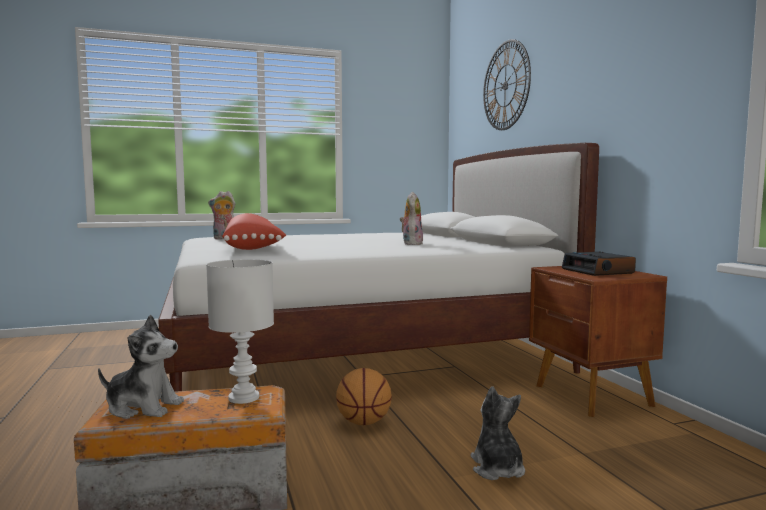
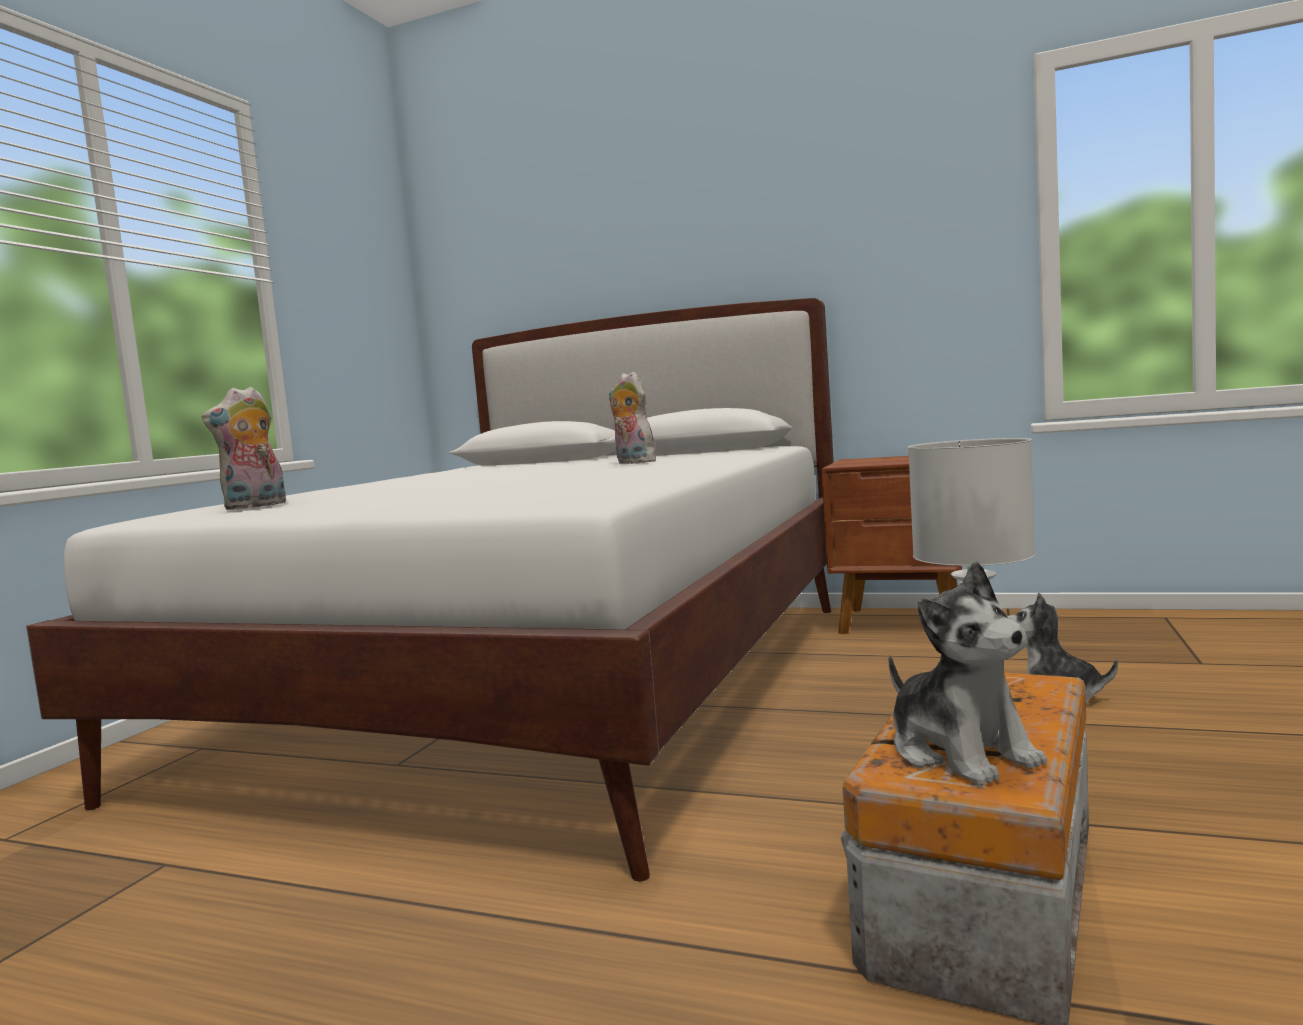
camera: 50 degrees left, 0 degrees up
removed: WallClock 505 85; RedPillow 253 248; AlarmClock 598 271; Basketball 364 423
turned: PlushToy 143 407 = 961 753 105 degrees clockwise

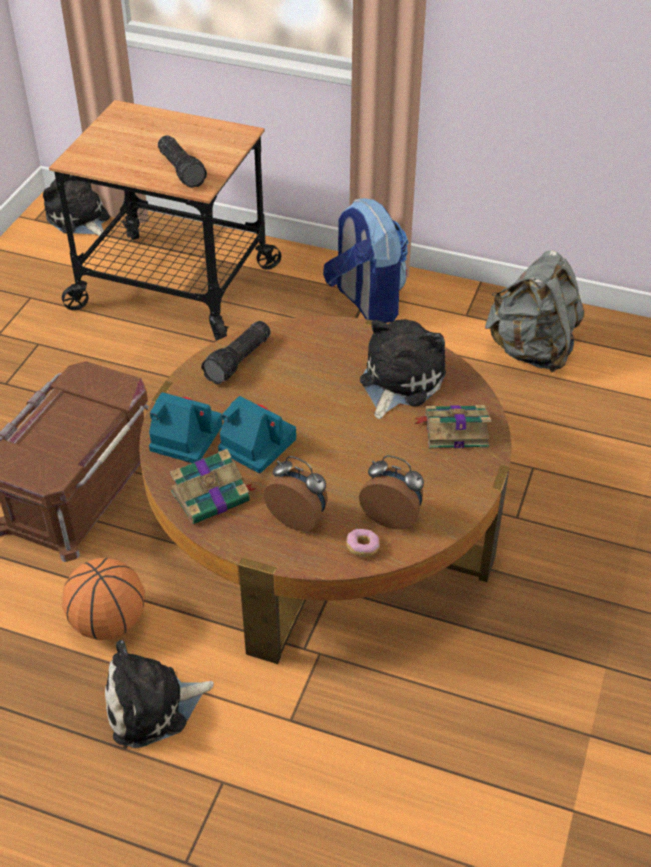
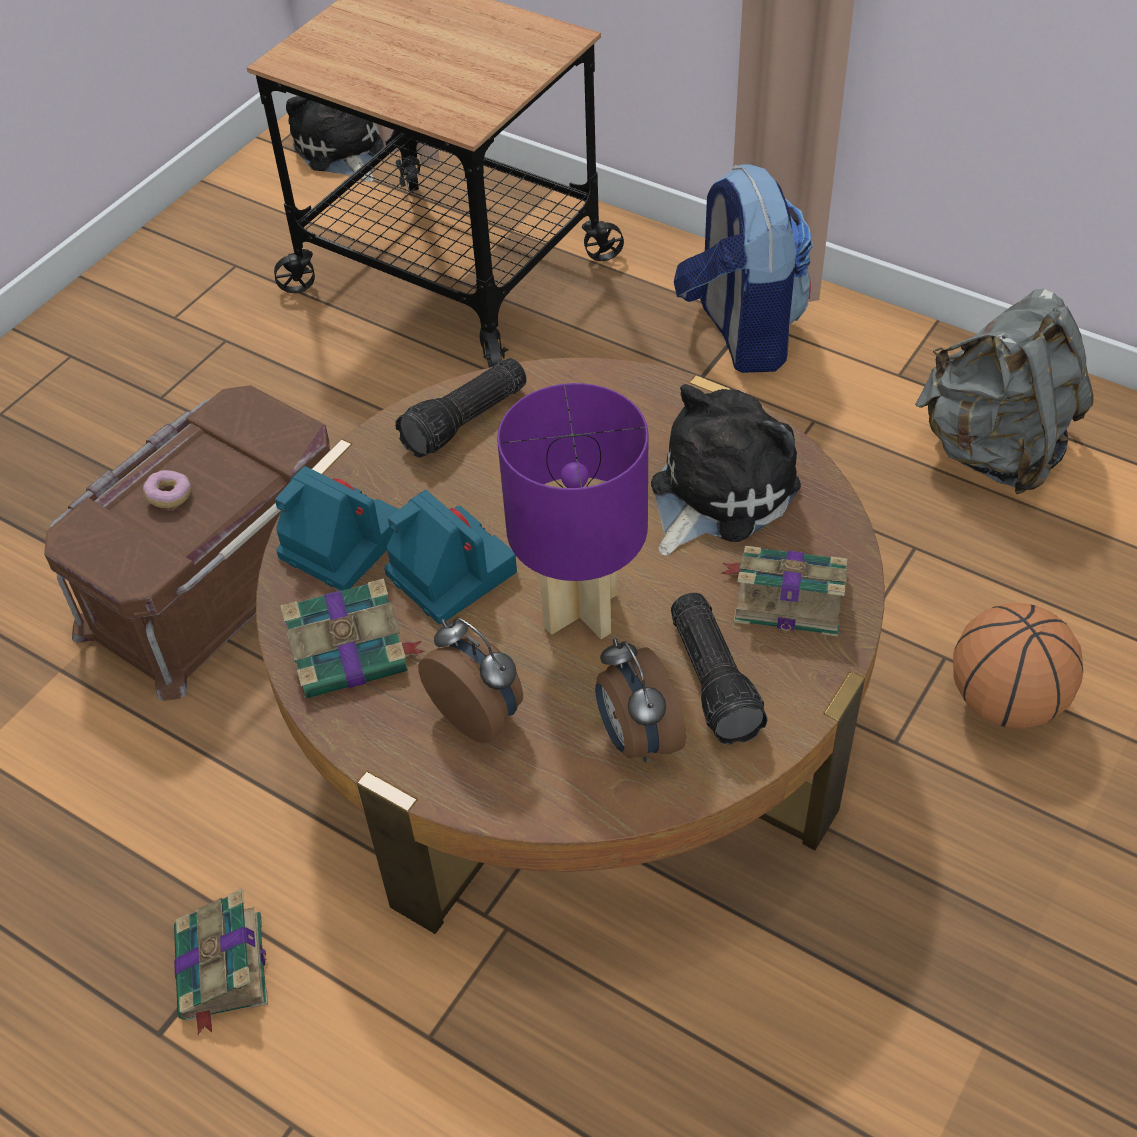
camera: 15 degrees right, 5 degrees up
added: PurpleTableLamp 581 609
moved: Flashlight 182 170 to 716 680; Donut 362 547 to 169 496; Basketball 109 623 to 1005 702
replaced: PlushToy 152 706 to Book 222 969
turned: AlarmClock 392 516 = 636 738 150 degrees counterclockwise

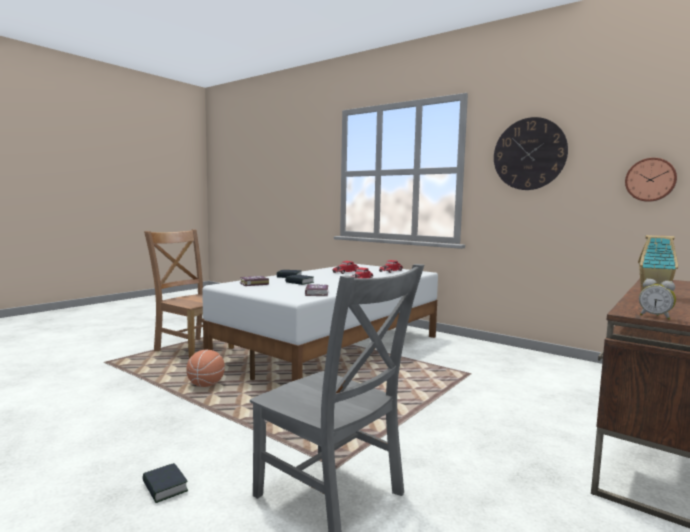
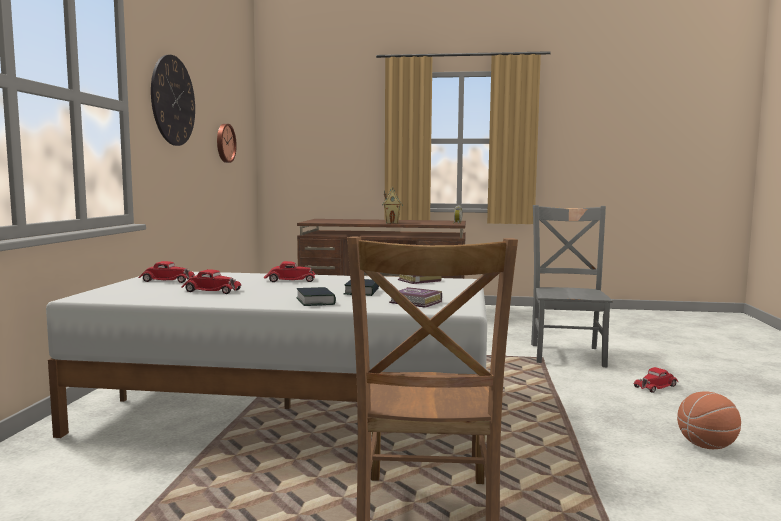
camera: 120 degrees left, 0 degrees up
moved: Basketball 206 385 to 706 446
replaced: Book 165 487 to RedToyCar 656 386

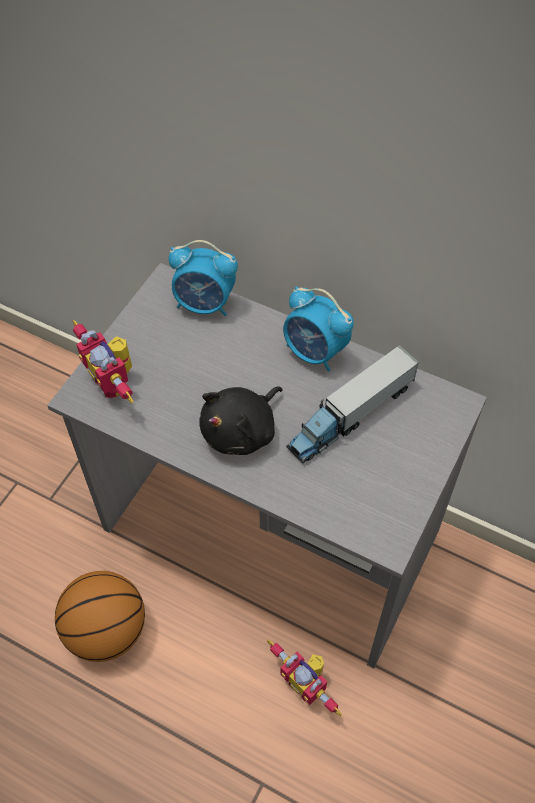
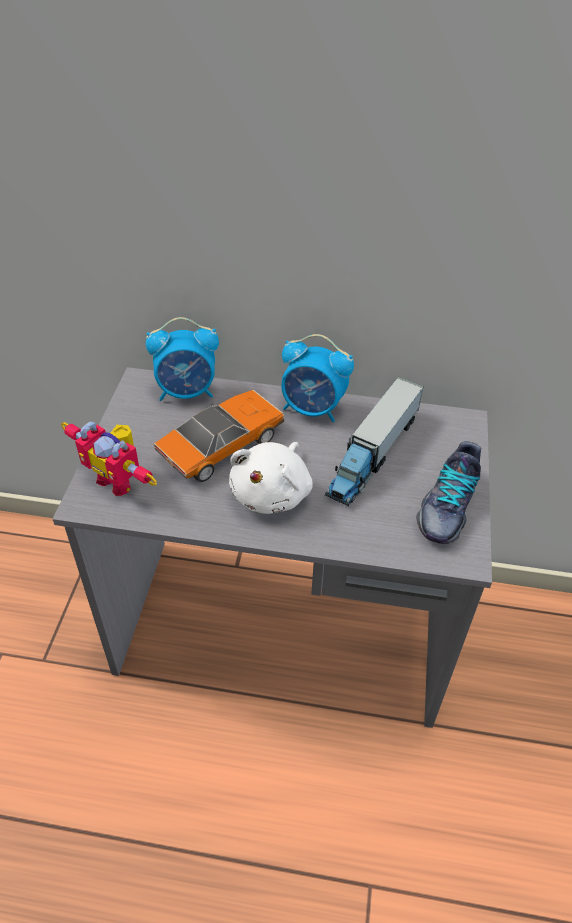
camera: 20 degrees left, 10 degrees down
removed: Basketball 106 630; ToyRobot 306 683
added: ToyCar 221 445; Shoe 446 505
recoloured: BlackPlushToy 242 431 to WhitePlushToy 272 493

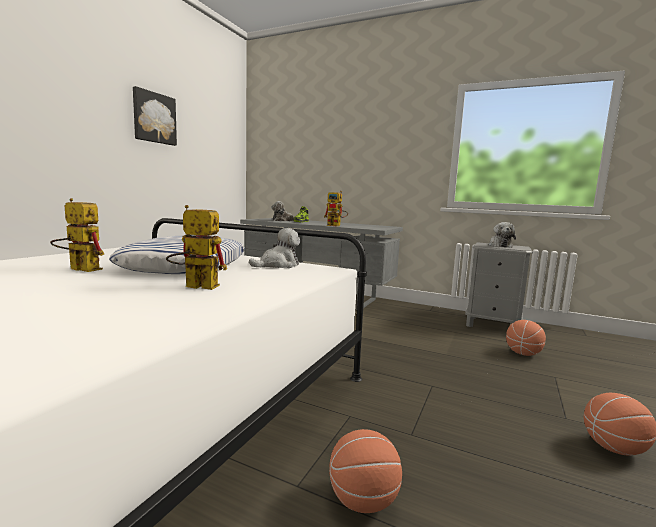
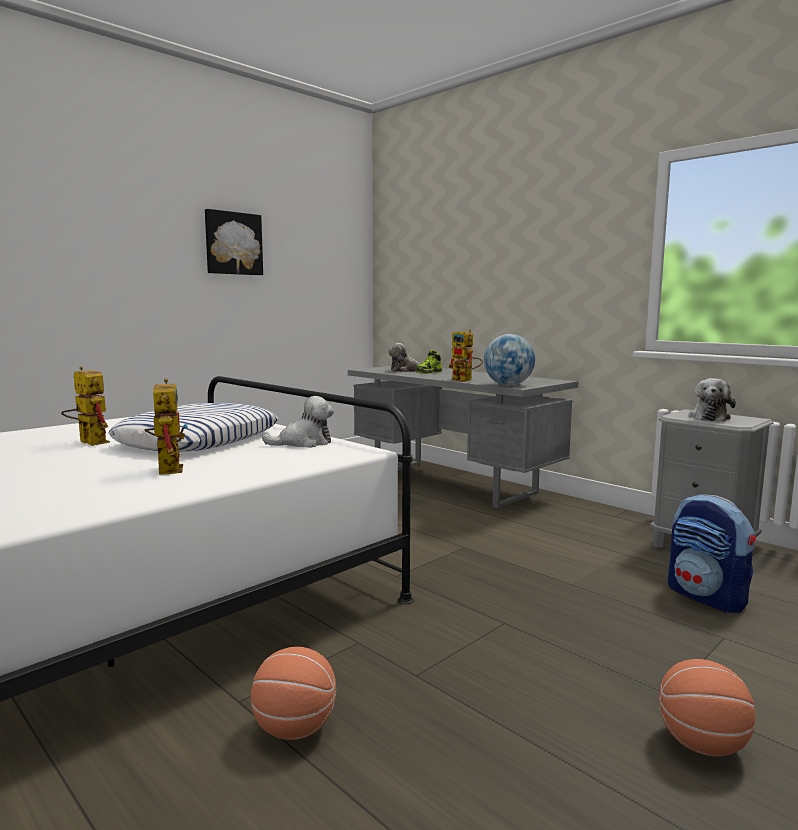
camera: 20 degrees right, 0 degrees up
added: Globe 508 385
replaced: Basketball 523 353 to Backpack 707 597
turned: ToyRobot 194 286 = 167 468 45 degrees clockwise

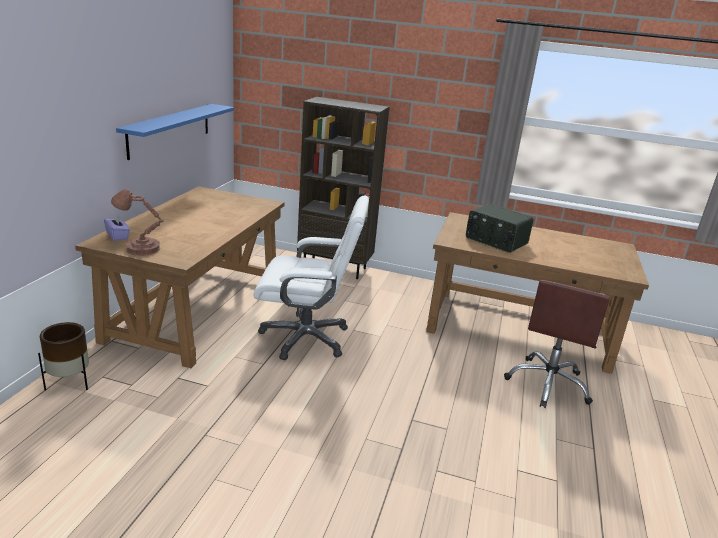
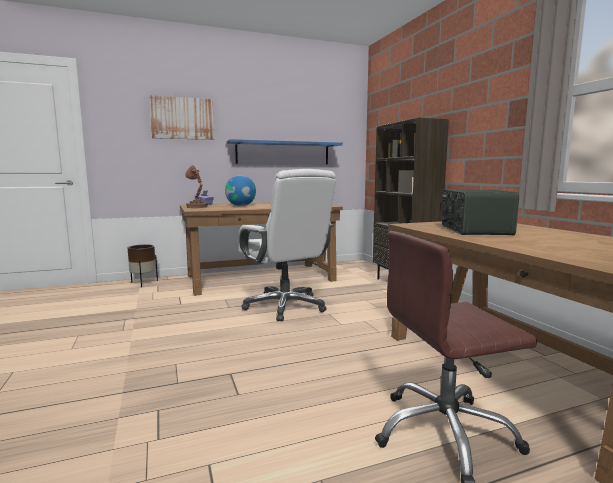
camera: 55 degrees right, 15 degrees down
added: Picture 182 118; Globe 241 205

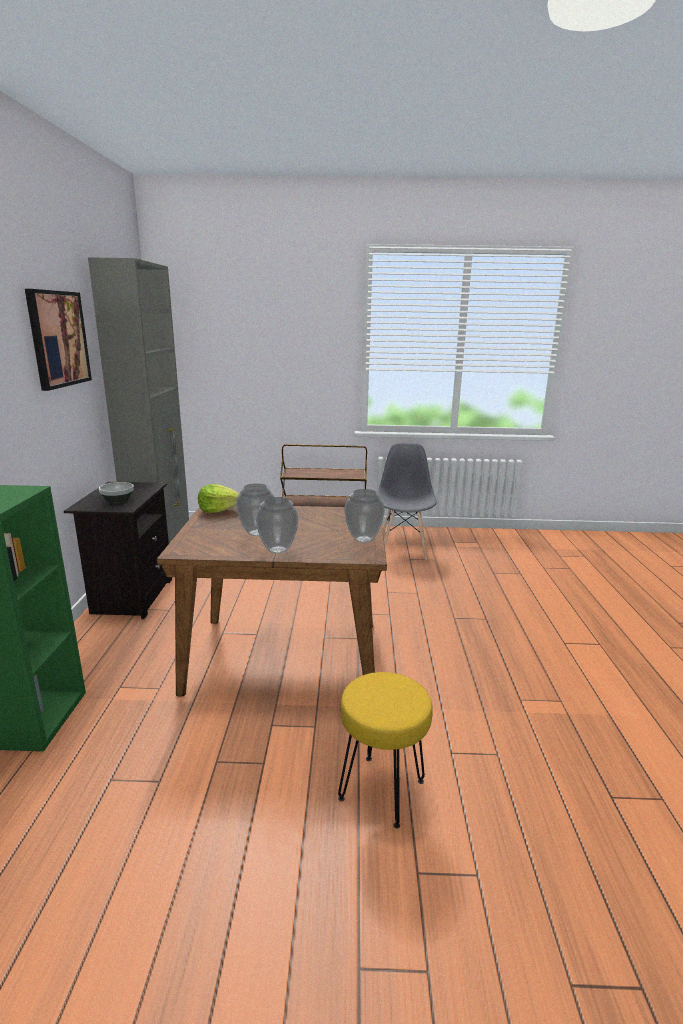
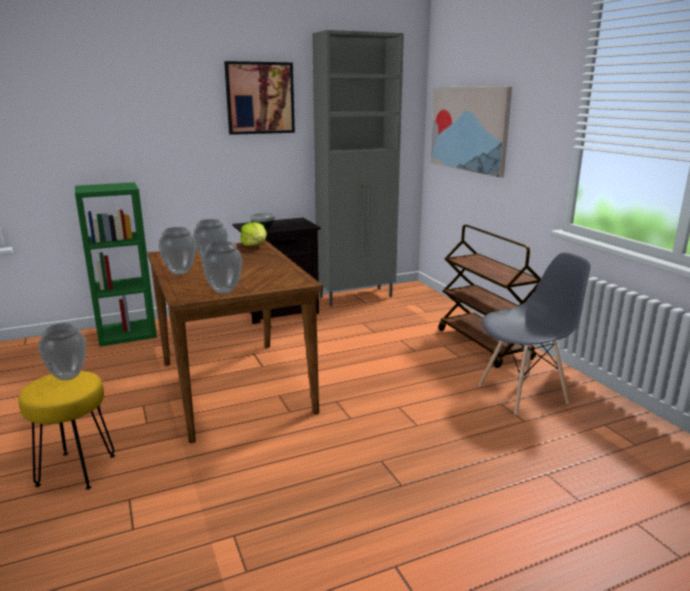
camera: 65 degrees right, 0 degrees up
added: Picture 469 129; Vase 69 376

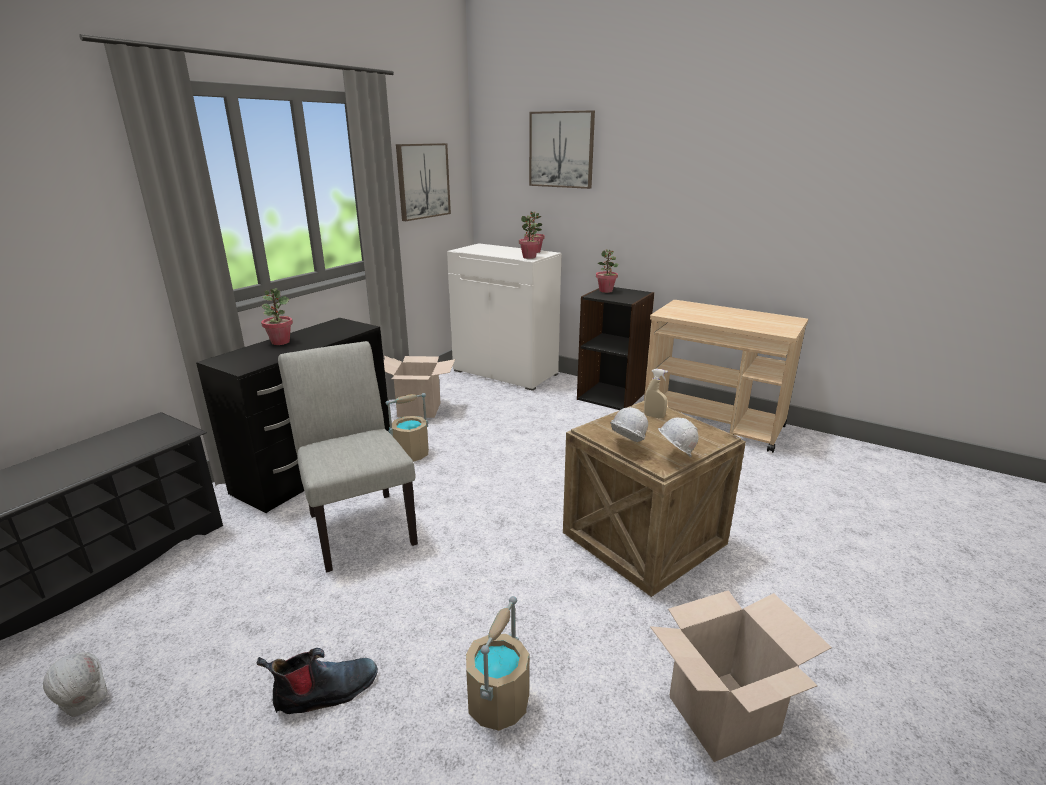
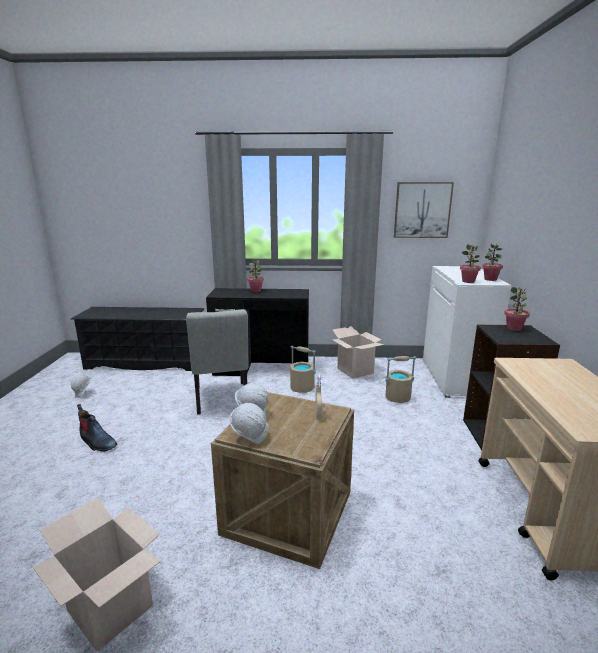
camera: 60 degrees right, 5 degrees down
removed: Picture 561 149
moved: BeigeBucket 498 703 to 397 398
turned: GreyChair 359 524 = 221 400 135 degrees clockwise

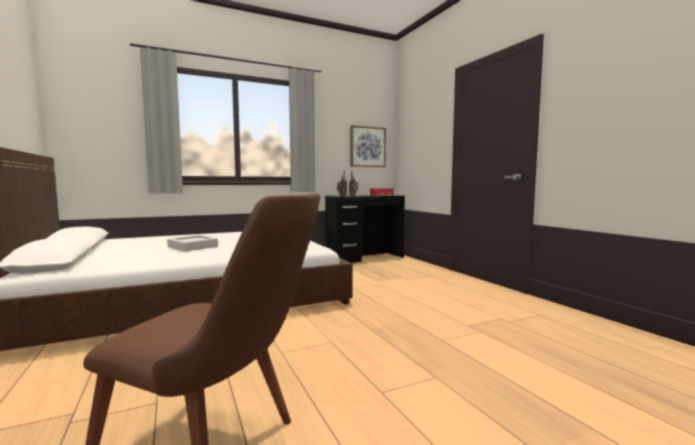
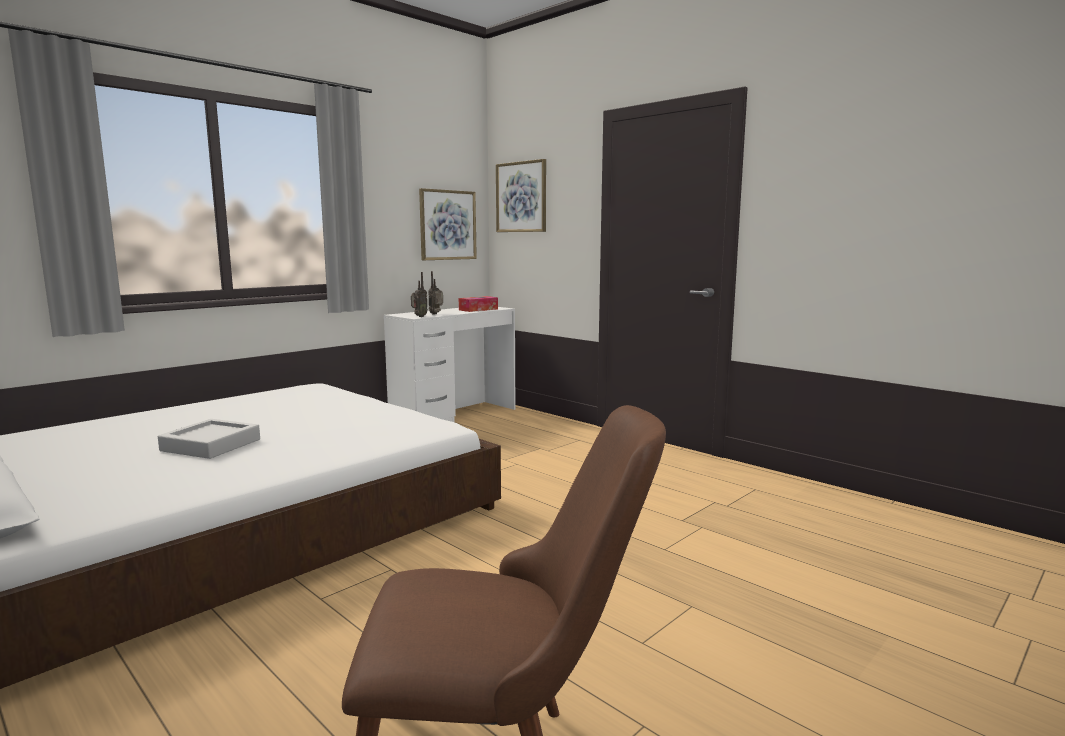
camera: 20 degrees left, 5 degrees up
added: Picture 521 197
recoloured: BlackDesk 364 258 to WhiteDesk 454 416

